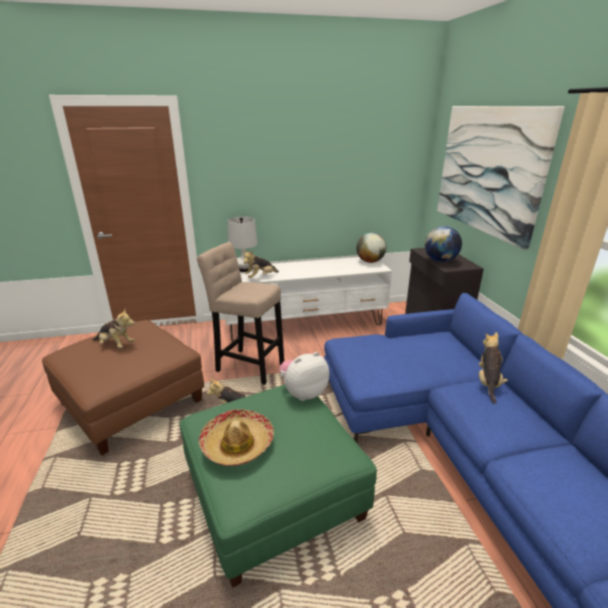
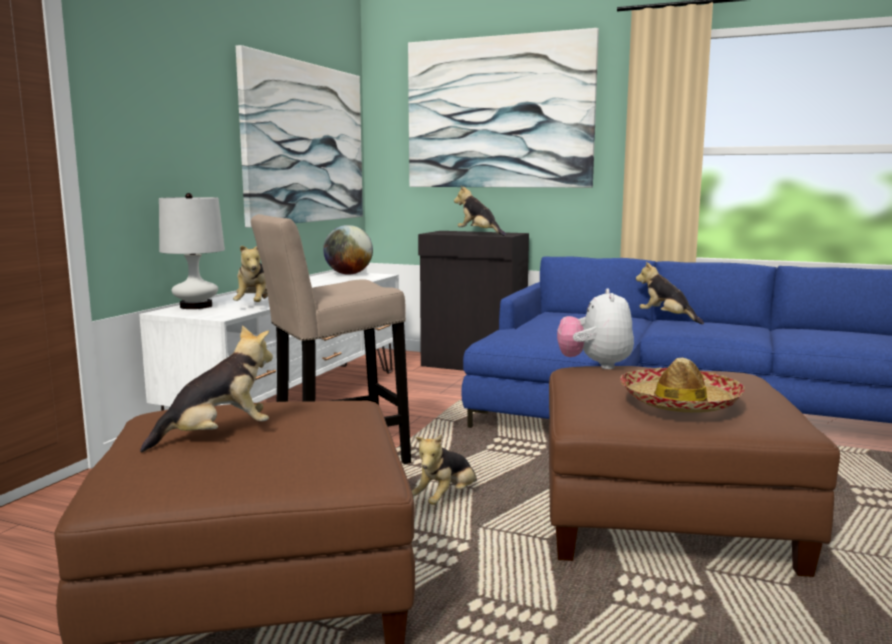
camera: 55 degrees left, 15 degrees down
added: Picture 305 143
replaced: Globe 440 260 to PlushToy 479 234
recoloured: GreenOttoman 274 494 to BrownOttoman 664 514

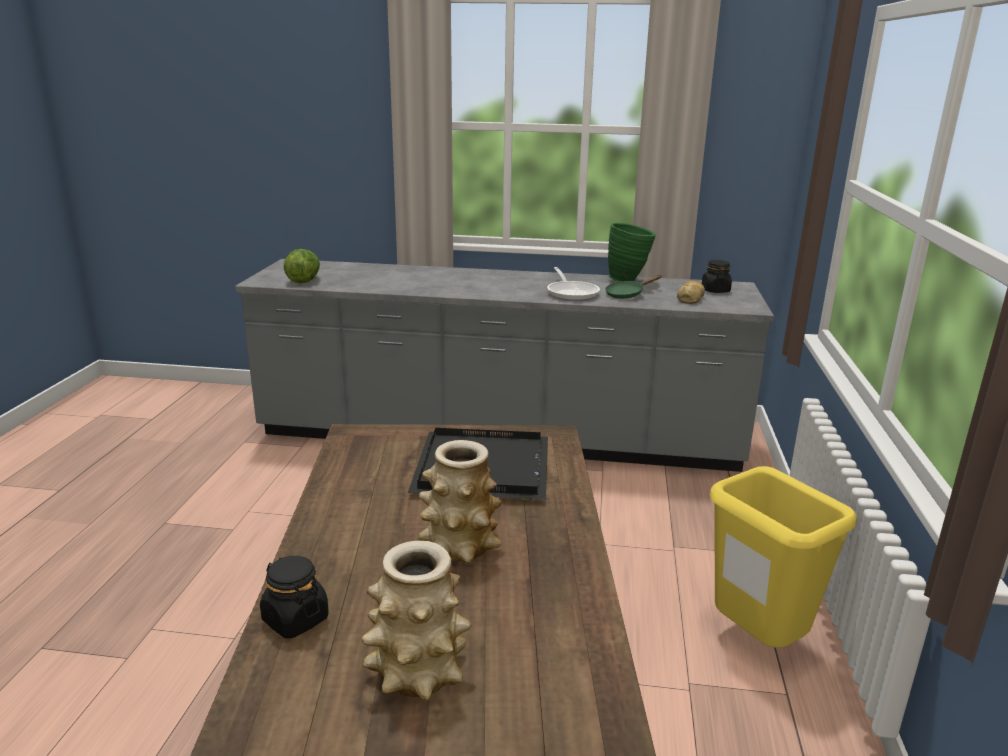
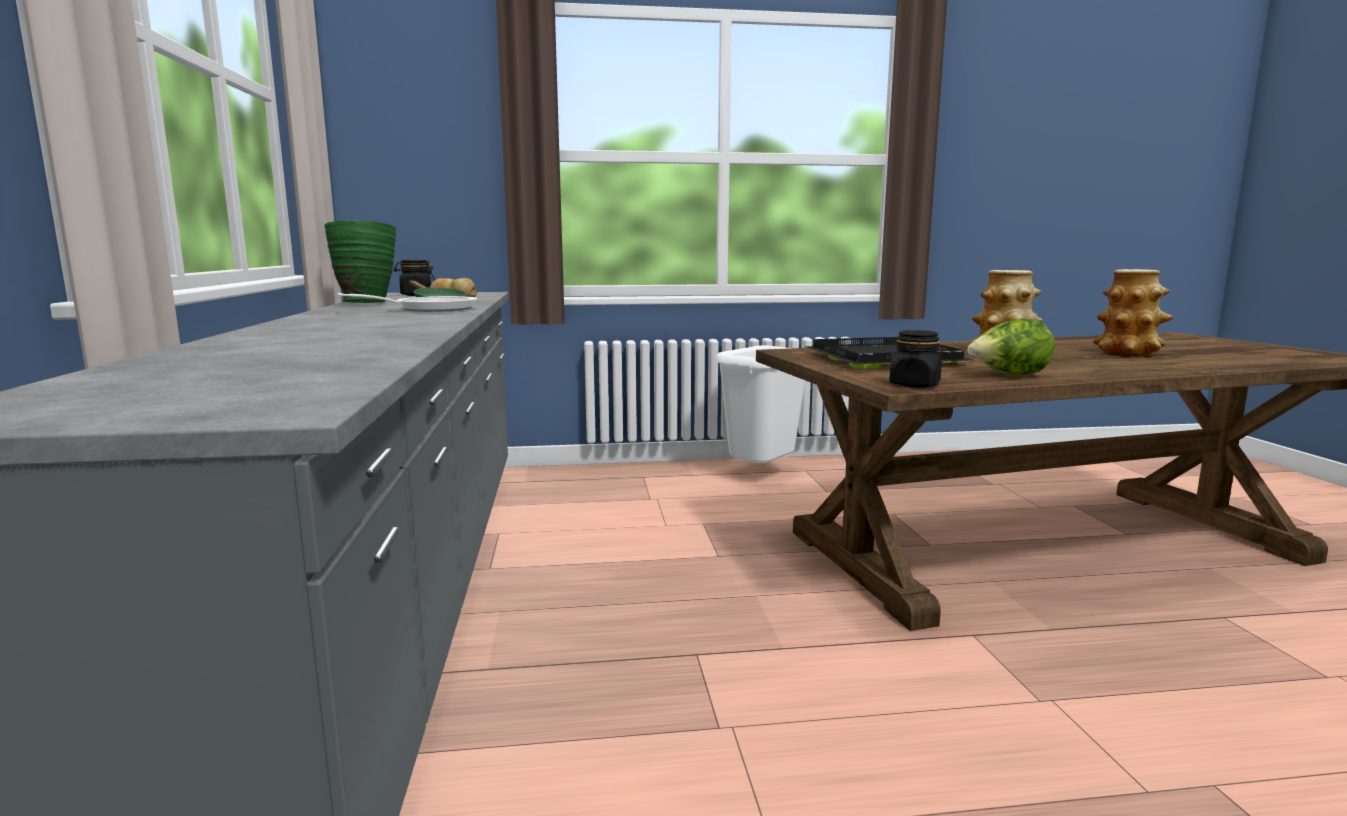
camera: 105 degrees left, 10 degrees down
moved: Lettuce 304 280 to 1008 376; BlackJar 295 619 to 914 385
recoloured: YellowTrashCan 755 642 to WhiteTrashCan 760 476

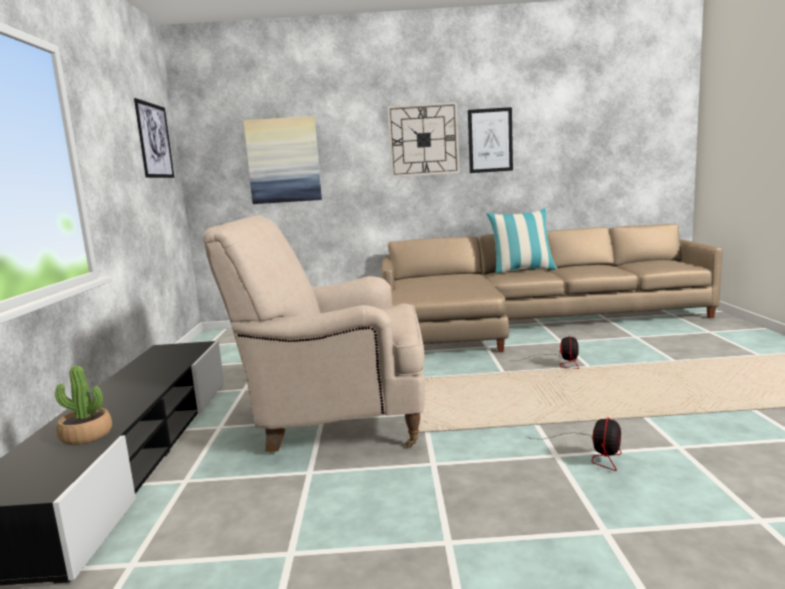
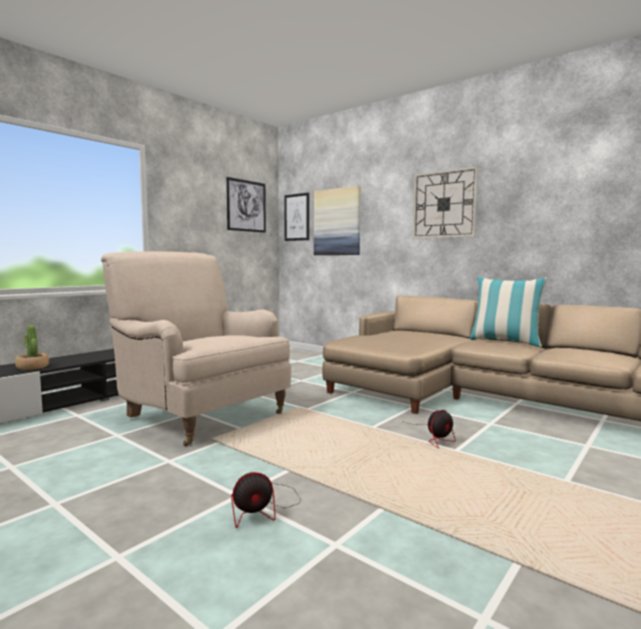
camera: 40 degrees right, 5 degrees down
moved: Picture 490 140 to 297 217

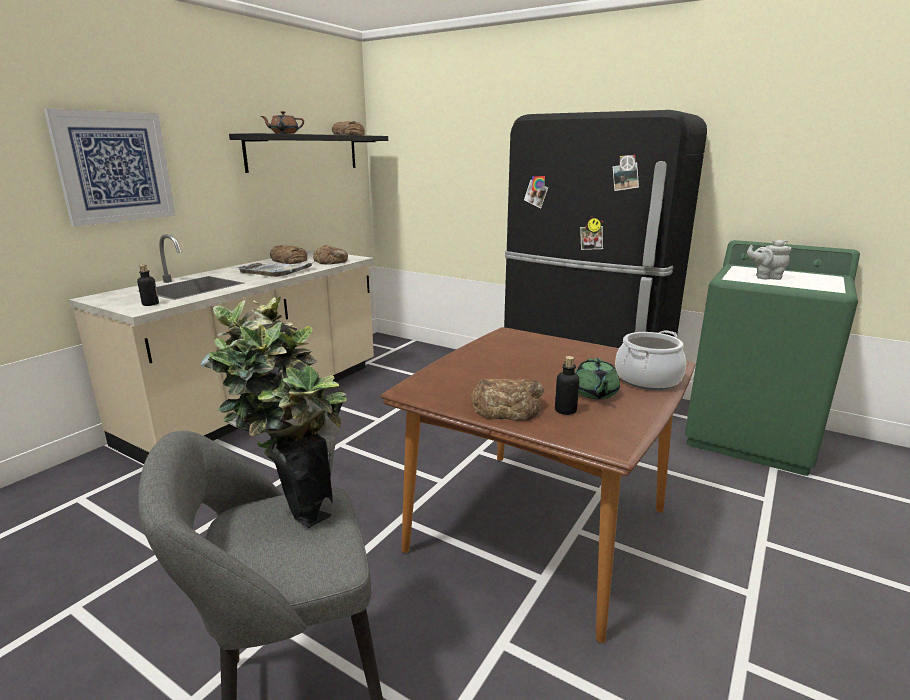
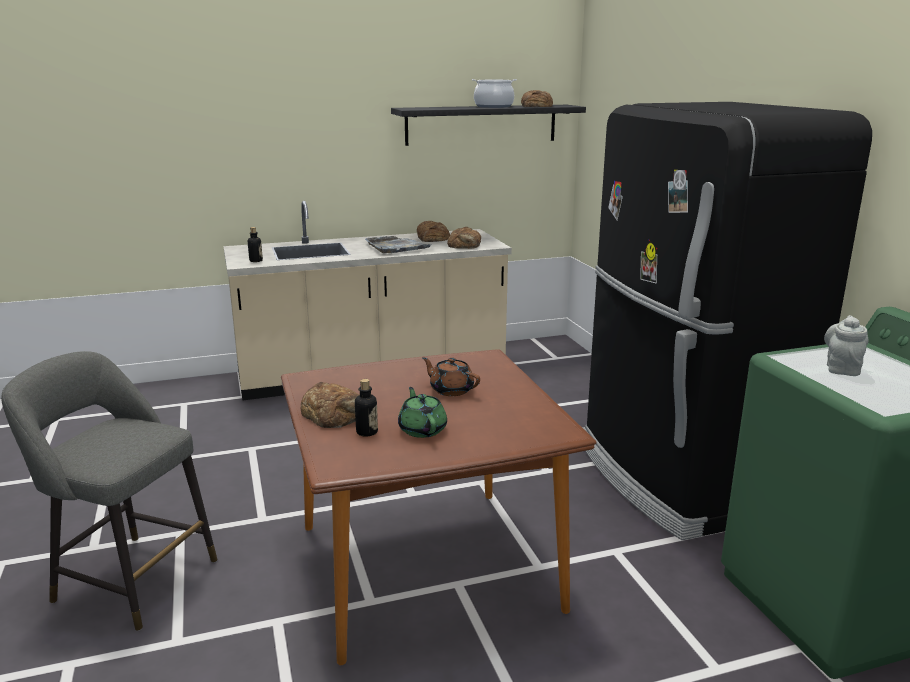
camera: 40 degrees right, 0 degrees up
removed: Picture 115 167; PottedPlant 293 503
moved: BrownTeapot 284 133 to 451 390; CookingPot 648 379 to 493 106
turned: GreyTeapot 766 277 = 842 368 60 degrees clockwise; GreenTeapot 594 393 = 422 429 120 degrees clockwise

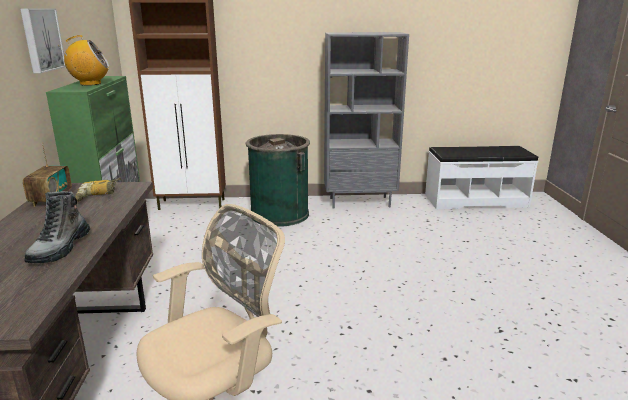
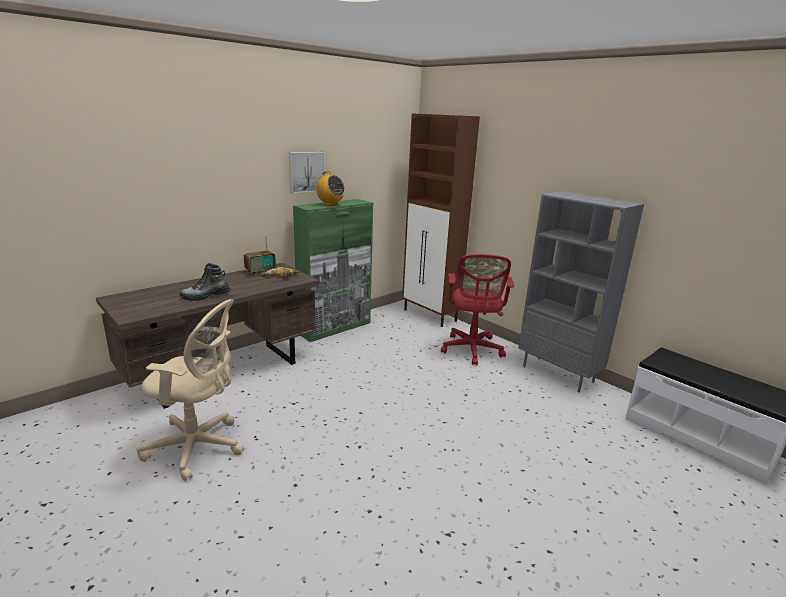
camera: 50 degrees right, 0 degrees up
replaced: GreenTrashCan 279 214 to RedOfficeChair 472 350

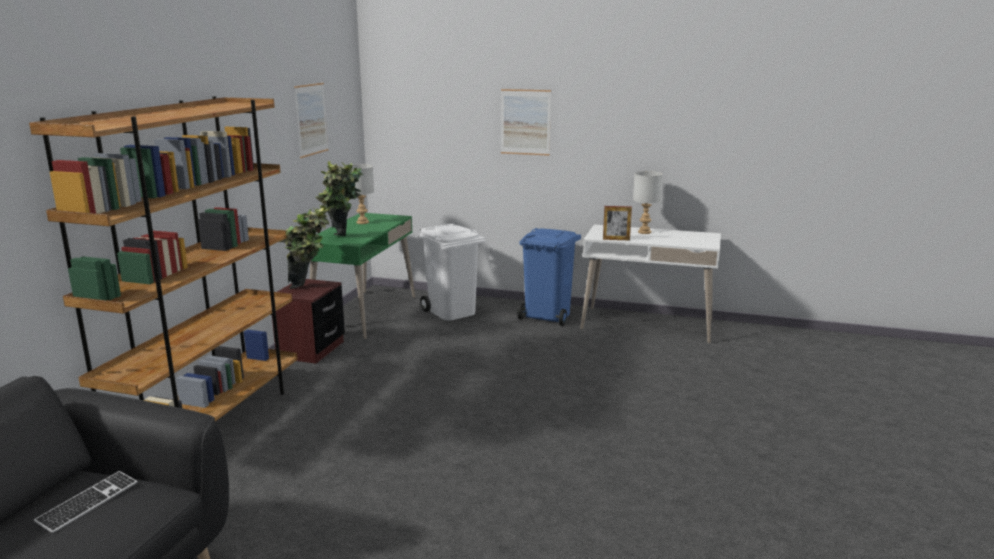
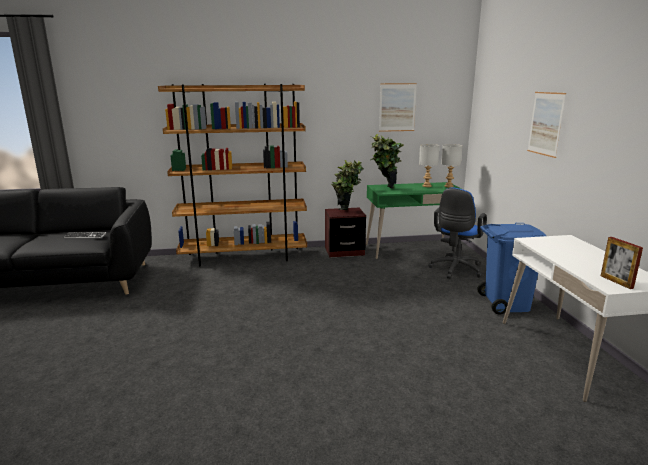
camera: 65 degrees right, 0 degrees up
moved: GreyTableLamp 644 232 to 448 186; PictureFrame 616 239 to 616 282
replaced: WhiteTrashCan 451 312 to BlueOfficeChair 455 270

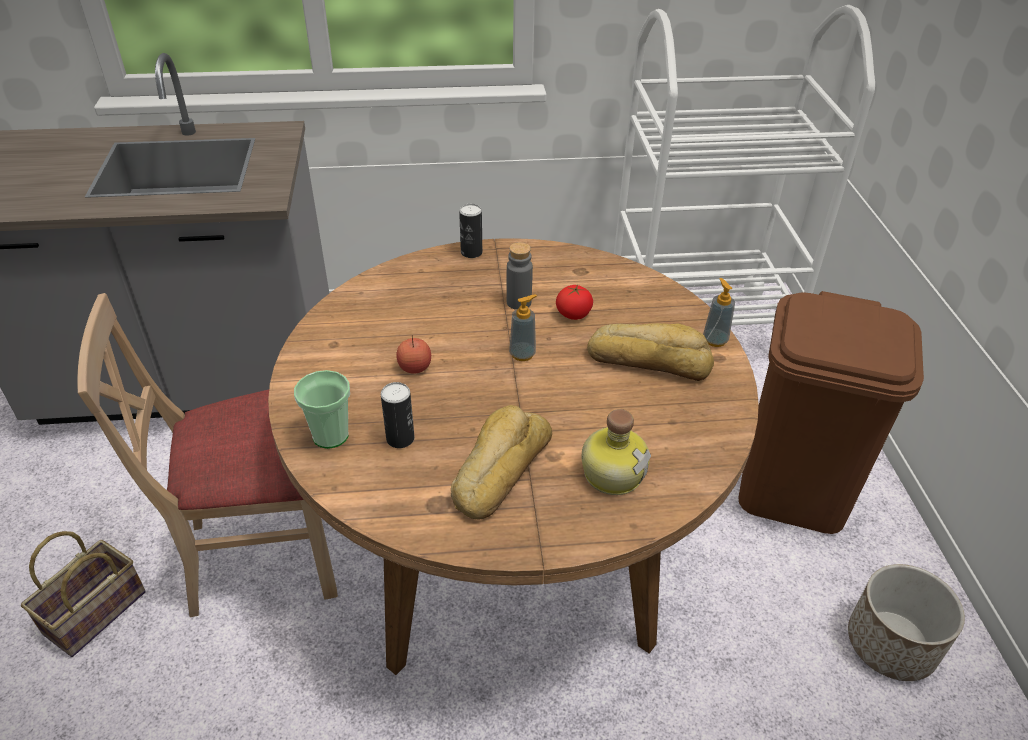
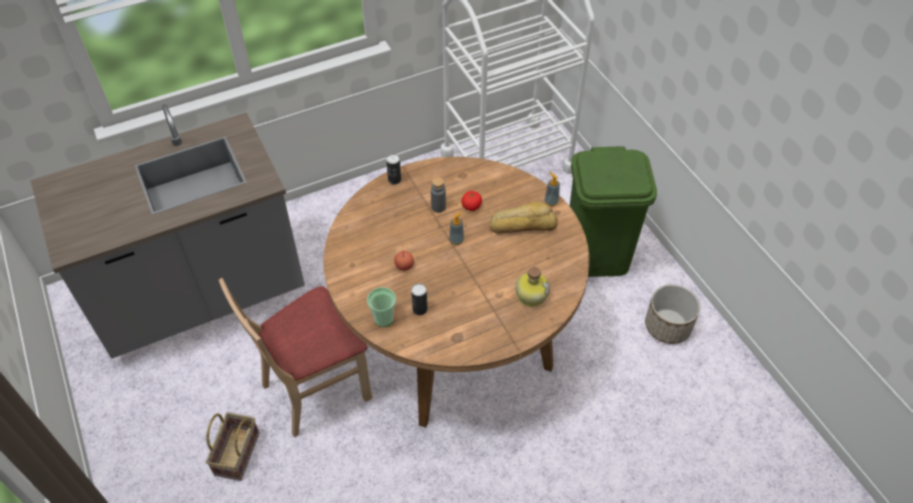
camera: 20 degrees left, 10 degrees up
removed: Bread 498 469
recoloured: BrownTrashCan 793 492 to GreenTrashCan 597 256

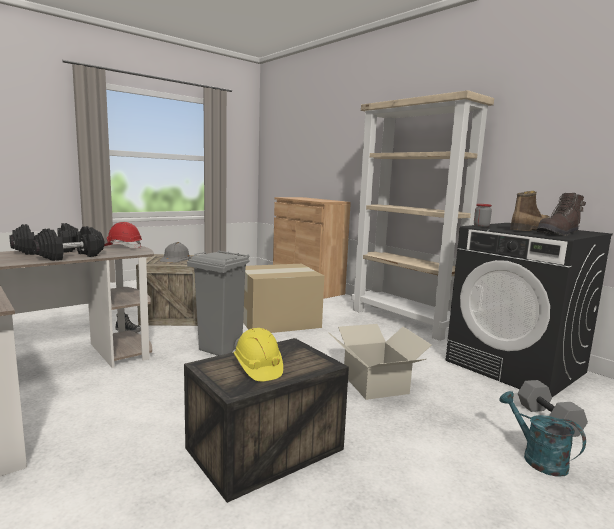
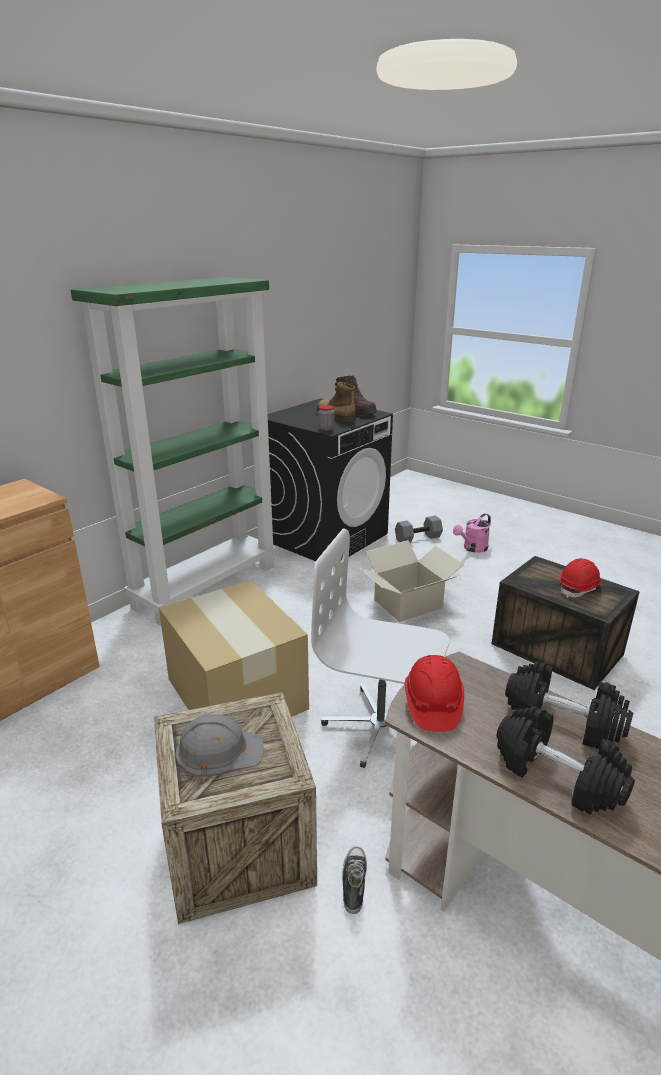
camera: 100 degrees left, 15 degrees up
replaced: GreyTrashCan 220 349 to WhiteOfficeChair 380 727
recoloured: BeigeBookcase 405 321 to GreenBookcase 206 585; YellowHardHat 257 368 to RedHardHat 579 588; TurquoiseWateringCan 537 458 to PinkWateringCan 472 548

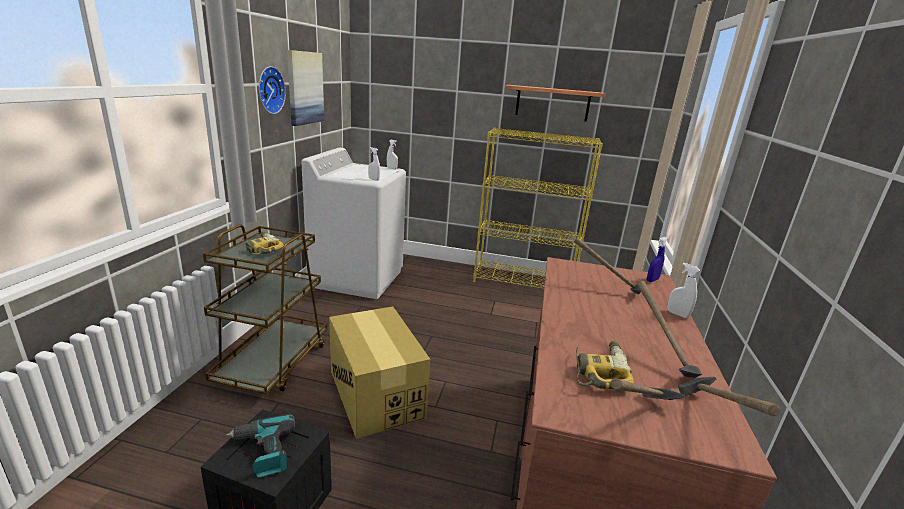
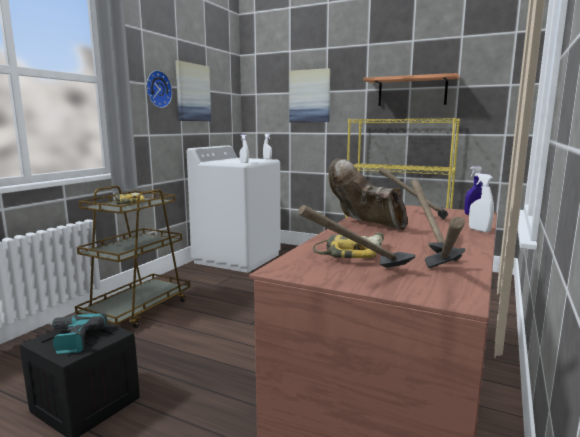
camera: 15 degrees right, 10 degrees down
removed: CardboardBox 376 394
added: Picture 309 96; BrownBoot 366 226

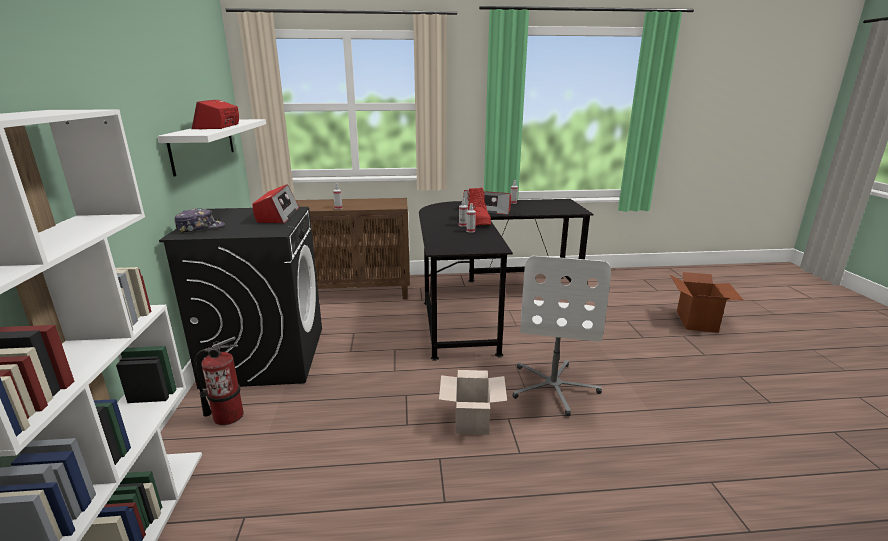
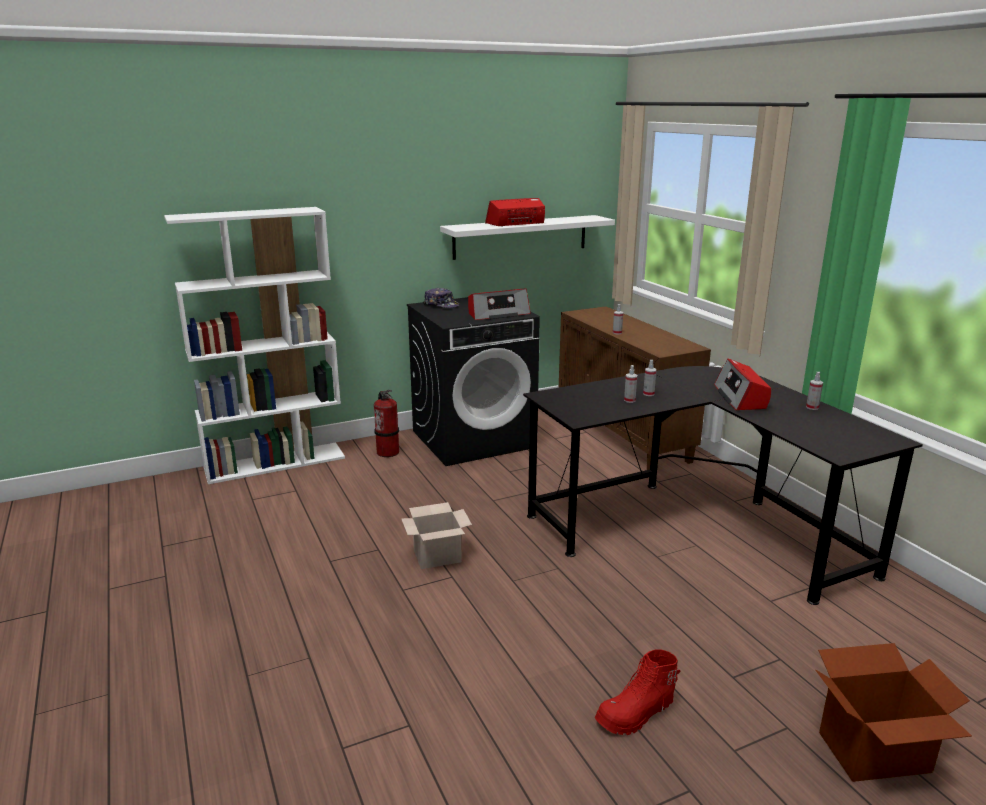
camera: 70 degrees right, 0 degrees up
removed: WhiteOfficeChair 553 387
moved: RedBoot 479 222 to 636 714

